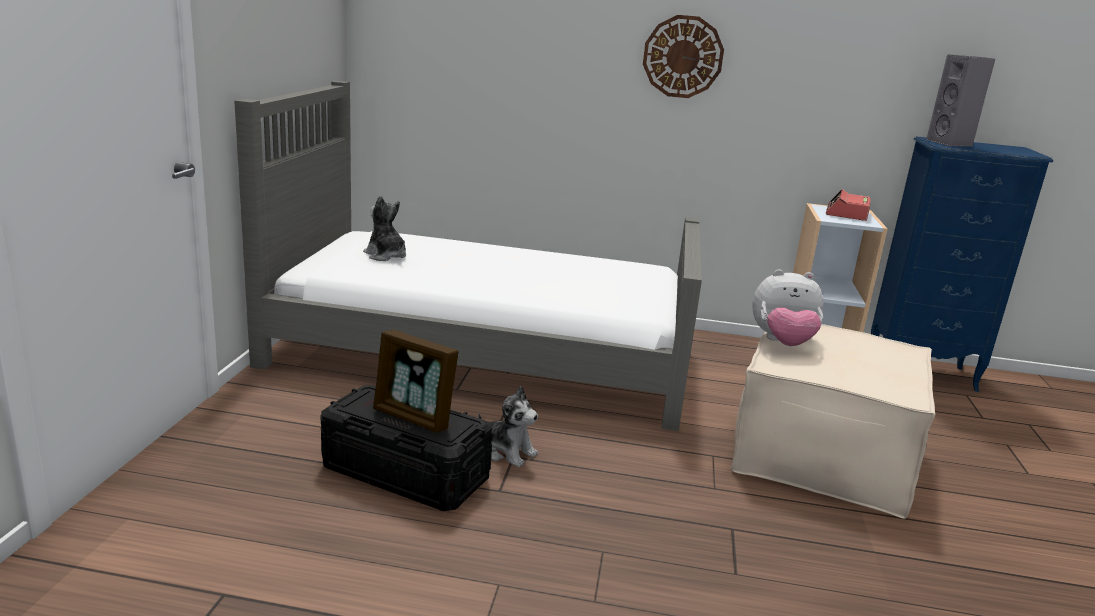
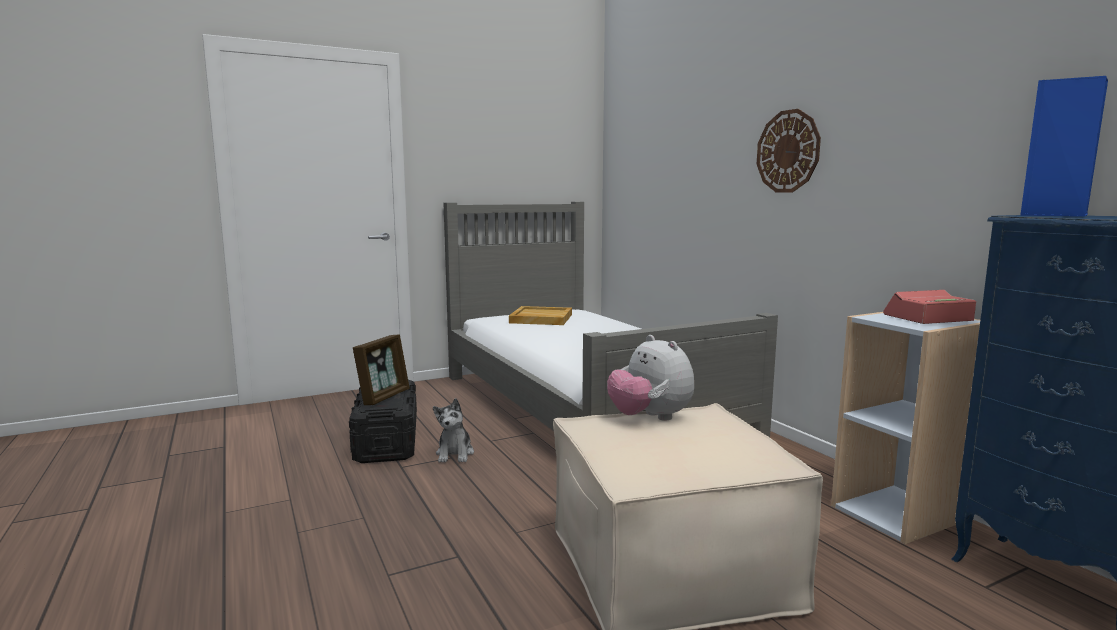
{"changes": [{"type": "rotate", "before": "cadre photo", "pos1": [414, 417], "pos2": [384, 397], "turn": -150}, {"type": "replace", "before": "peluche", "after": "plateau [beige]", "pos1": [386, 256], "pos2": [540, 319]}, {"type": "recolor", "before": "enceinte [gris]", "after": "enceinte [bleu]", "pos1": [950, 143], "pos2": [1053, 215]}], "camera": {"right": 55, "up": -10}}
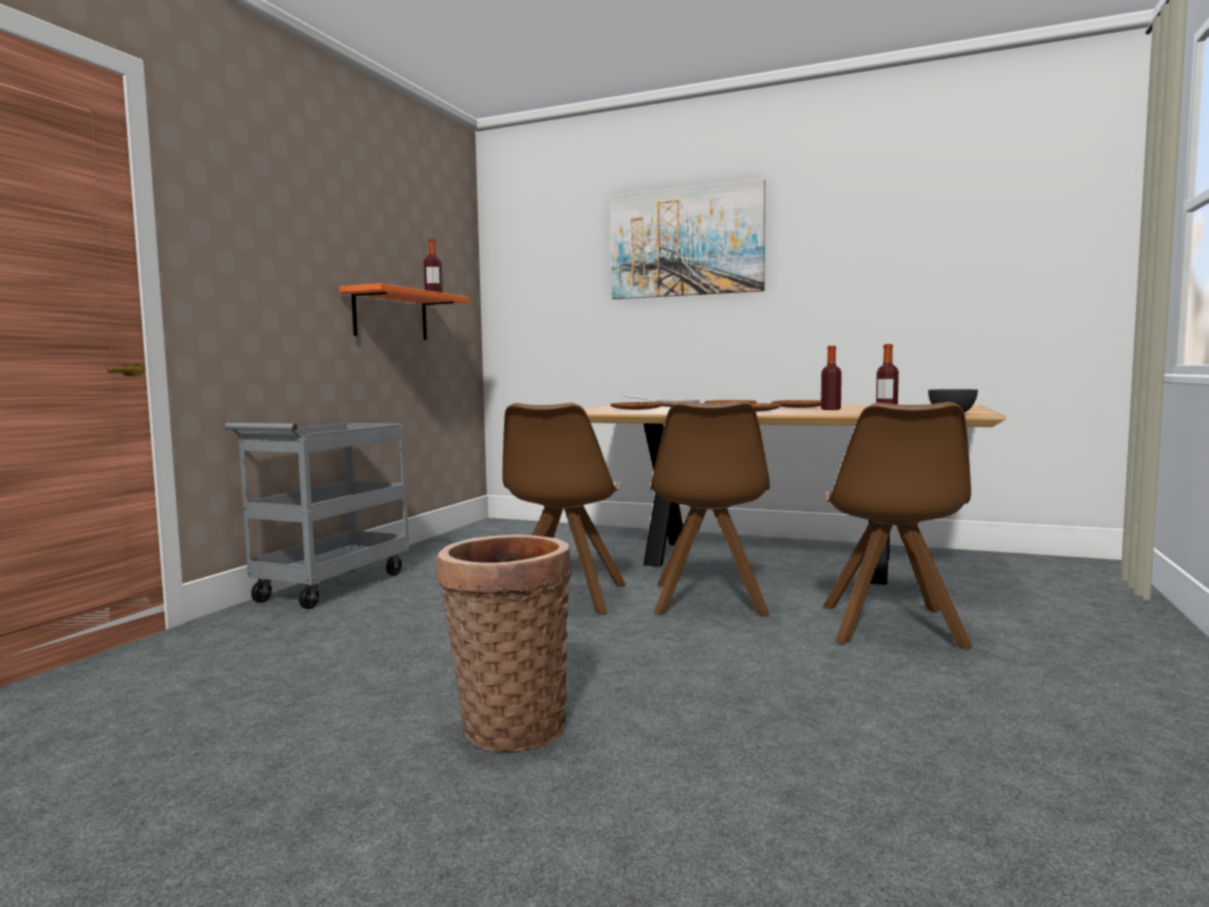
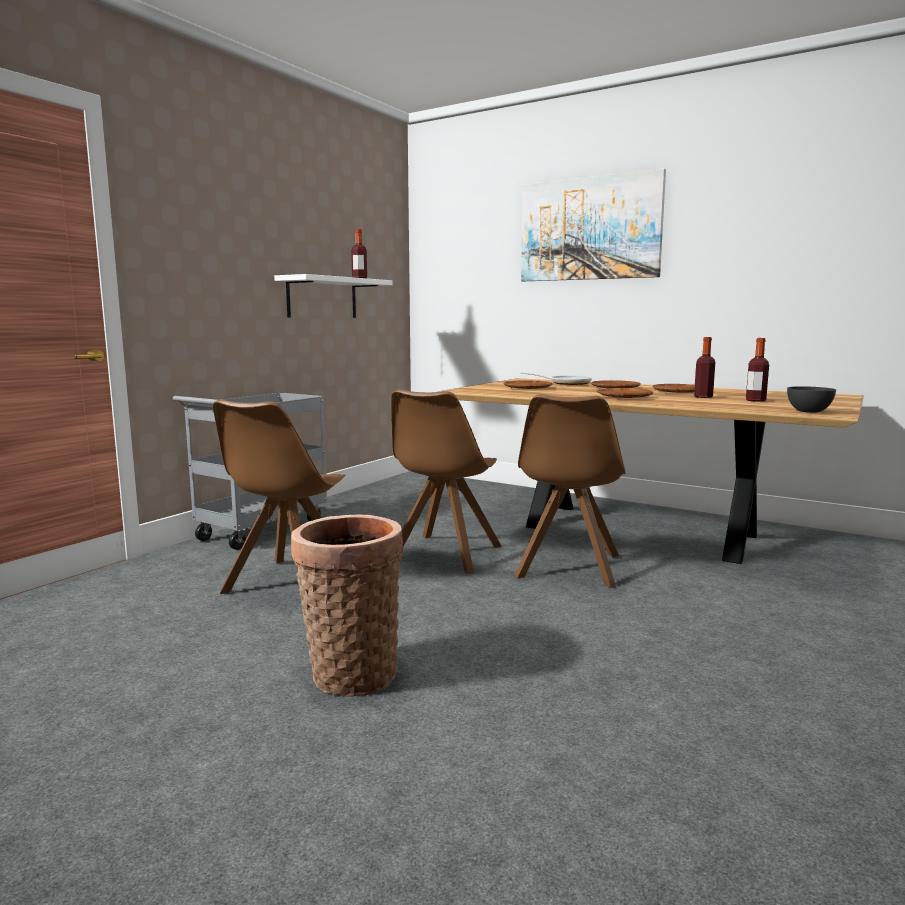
{"changes": [{"type": "move", "before": "chaise [marron]", "pos1": [891, 627], "pos2": [288, 583]}, {"type": "recolor", "before": "étagère [orange]", "after": "étagère [blanc]", "pos1": [391, 315], "pos2": [322, 298]}], "camera": {"right": 10, "up": 5}}
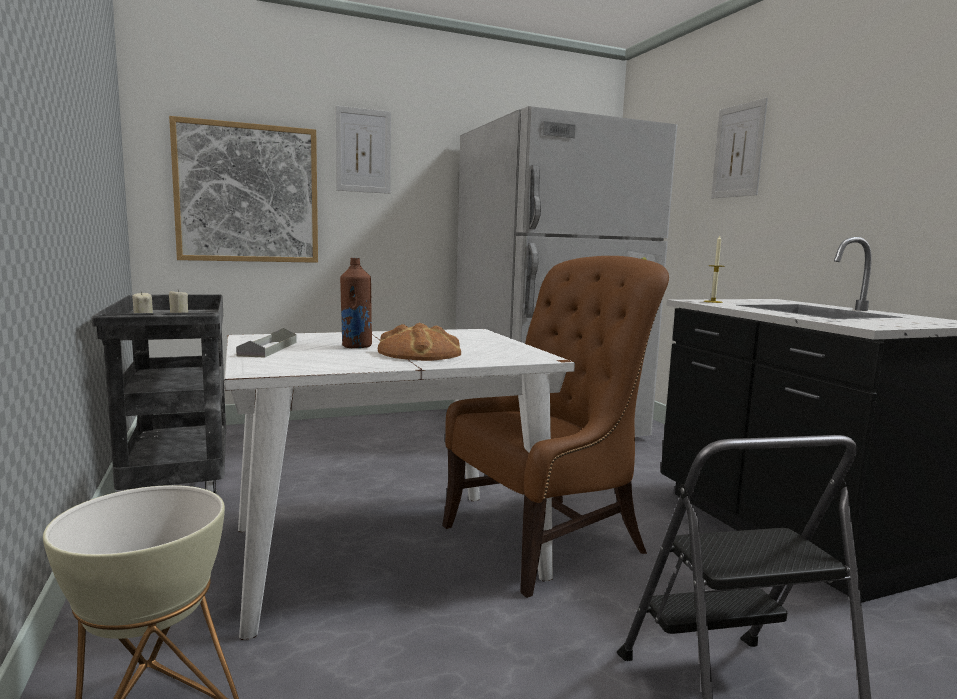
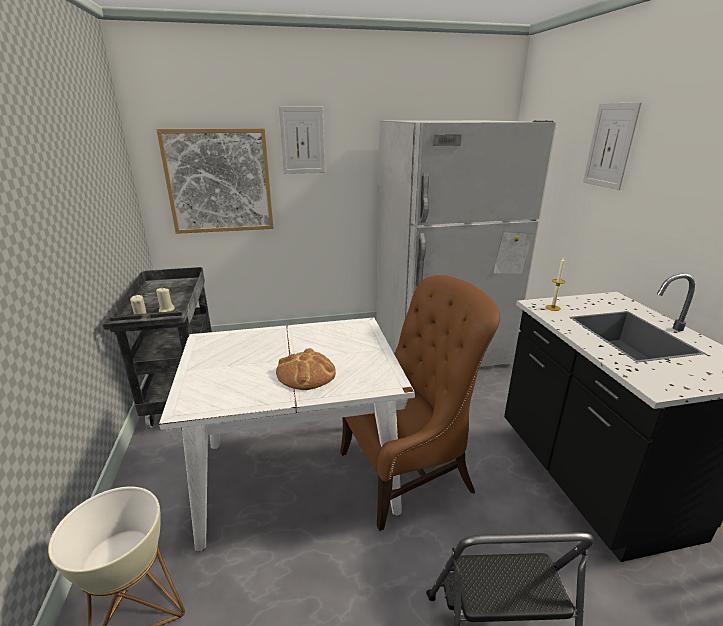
{"changes": [{"type": "delete", "before": "plateau [gris]", "pos1": [268, 349]}, {"type": "delete", "before": "bouteille [marron]", "pos1": [356, 346]}], "camera": {"right": 10, "up": 15}}
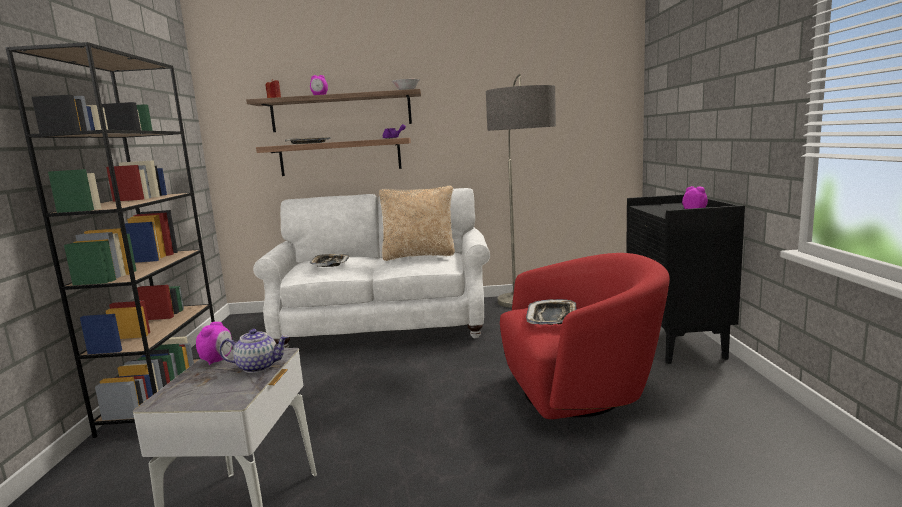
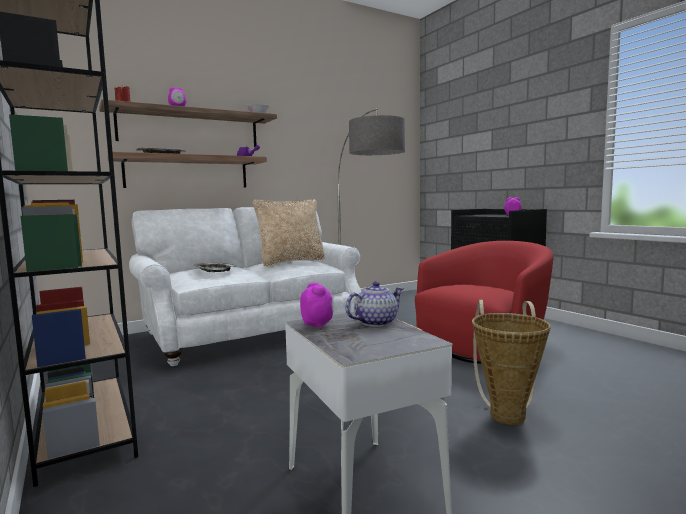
{"changes": [{"type": "insert", "after": "panier", "pos2": [507, 413]}, {"type": "delete", "before": "plateau", "pos1": [552, 317]}], "camera": {"right": -30, "up": -5}}
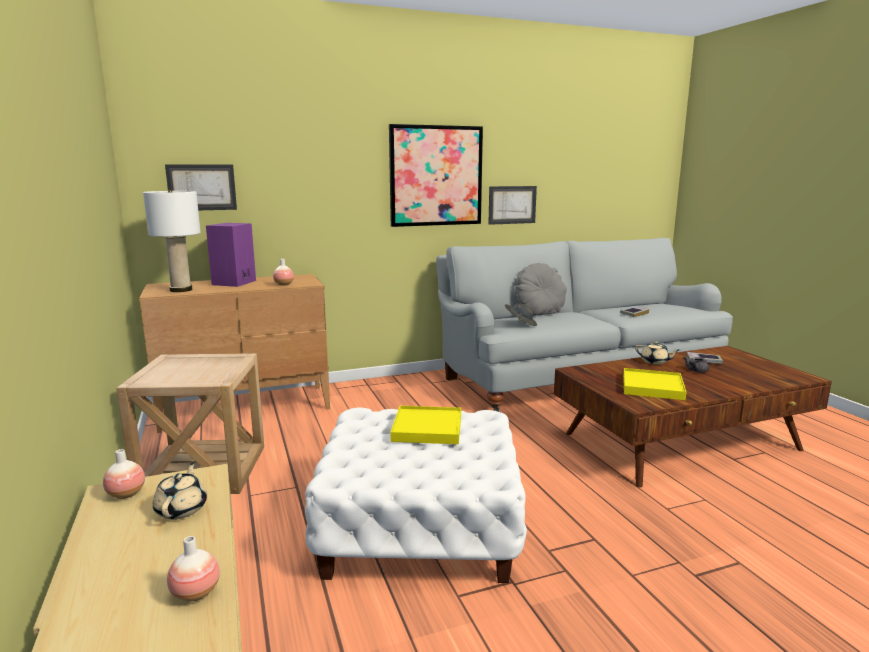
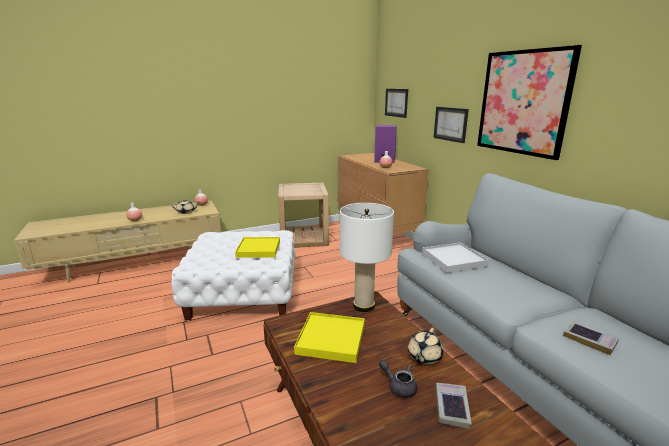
{"changes": [{"type": "move", "before": "lampe de table [blanc]", "pos1": [180, 290], "pos2": [363, 305]}, {"type": "replace", "before": "chapeau [gris]", "after": "plateau [blanc]", "pos1": [520, 324], "pos2": [454, 260]}, {"type": "move", "before": "tableau", "pos1": [512, 205], "pos2": [450, 124]}, {"type": "delete", "before": "coussin [gris]", "pos1": [539, 314]}], "camera": {"right": 85, "up": 5}}
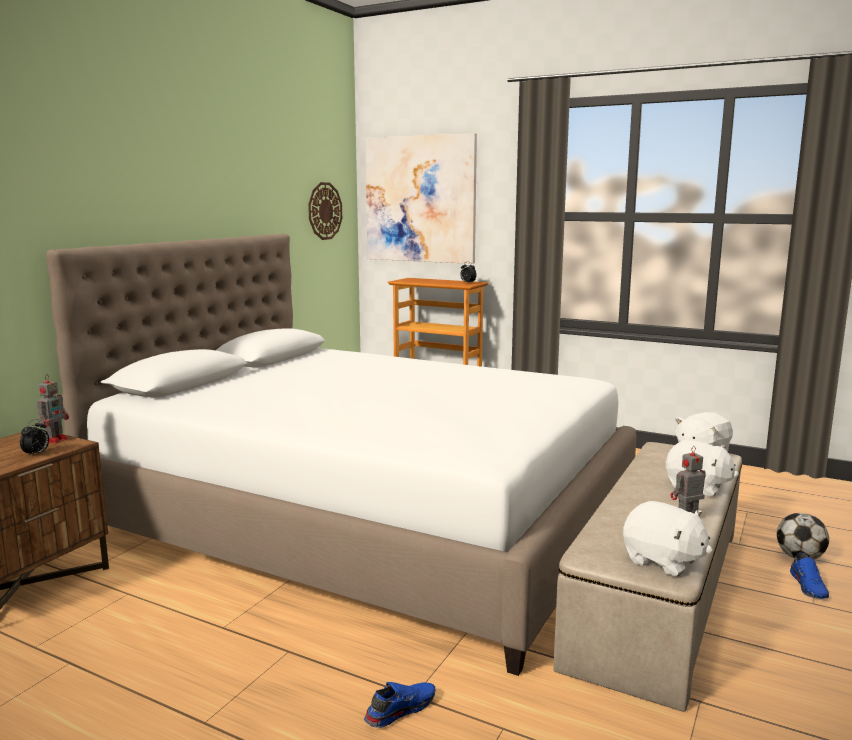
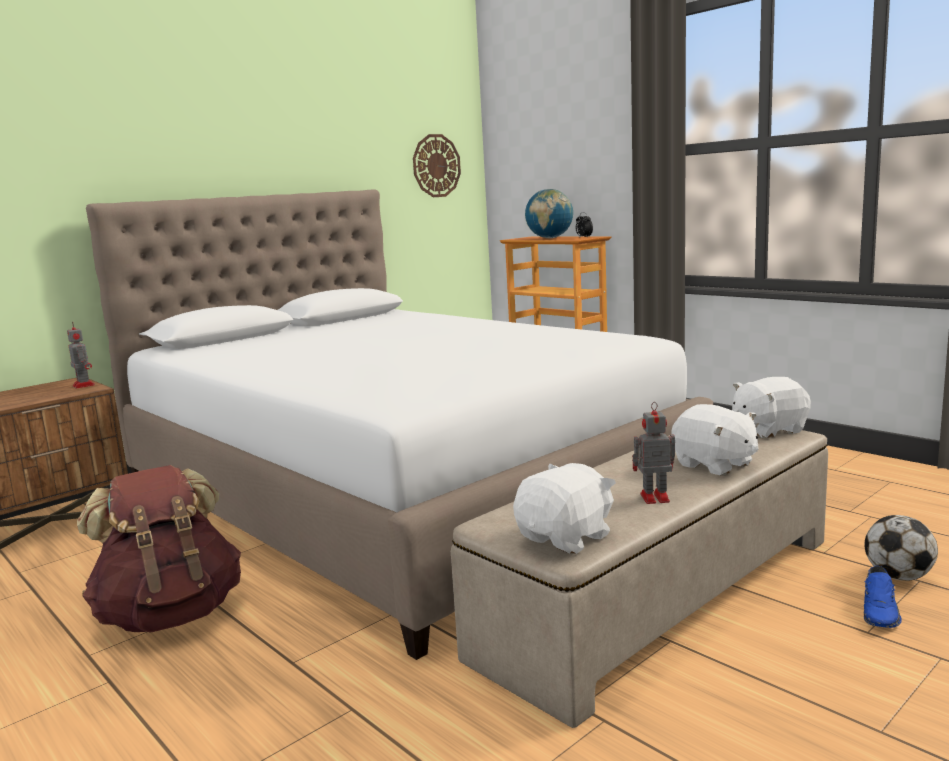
{"changes": [{"type": "rotate", "before": "robot jouet", "pos1": [55, 439], "pos2": [83, 385], "turn": -75}, {"type": "insert", "after": "sac à dos [marron]", "pos2": [171, 614]}, {"type": "rotate", "before": "peluche [blanc]", "pos1": [663, 561], "pos2": [566, 538], "turn": -105}, {"type": "insert", "after": "globe", "pos2": [550, 238]}, {"type": "delete", "before": "réveil", "pos1": [36, 454]}, {"type": "delete", "before": "chaussure [bleu]", "pos1": [400, 709]}, {"type": "delete", "before": "tableau", "pos1": [420, 199]}], "camera": {"right": 20, "up": 0}}
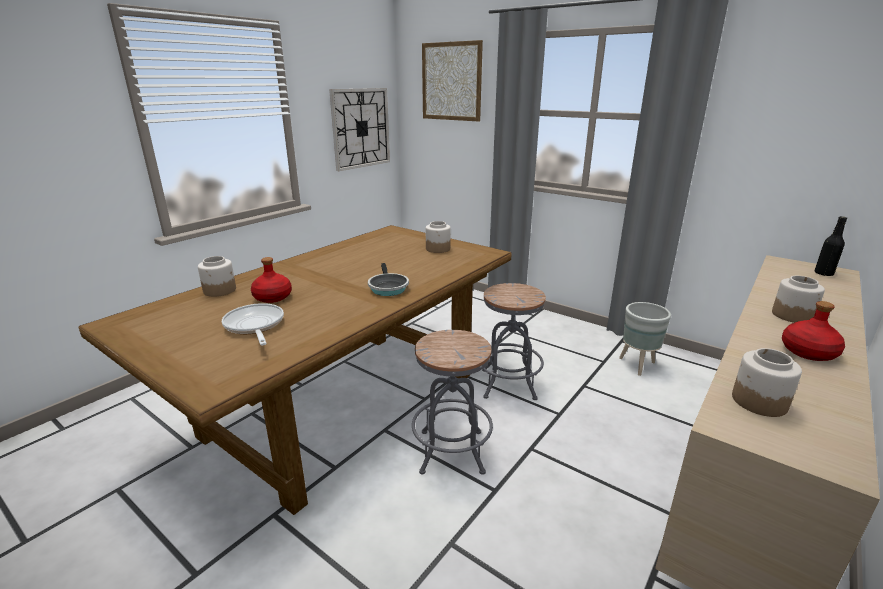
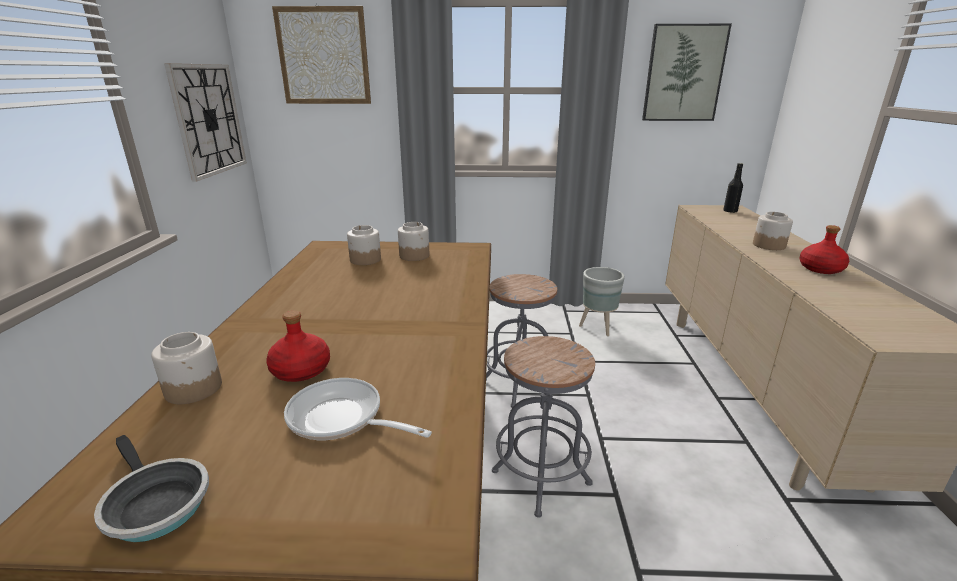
{"changes": [{"type": "move", "before": "poêle", "pos1": [387, 287], "pos2": [155, 504]}, {"type": "move", "before": "bocal", "pos1": [758, 401], "pos2": [365, 260]}, {"type": "insert", "after": "tableau", "pos2": [683, 73]}], "camera": {"right": -35, "up": 0}}
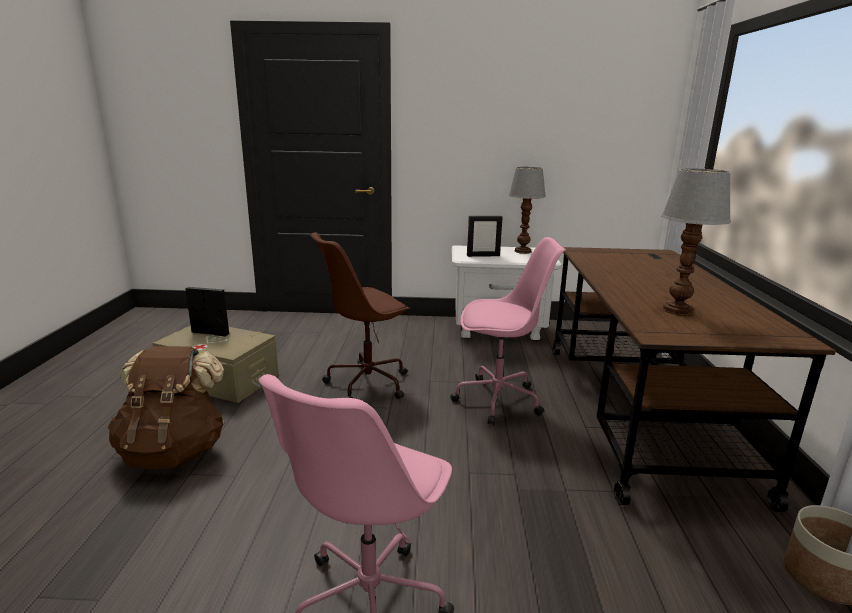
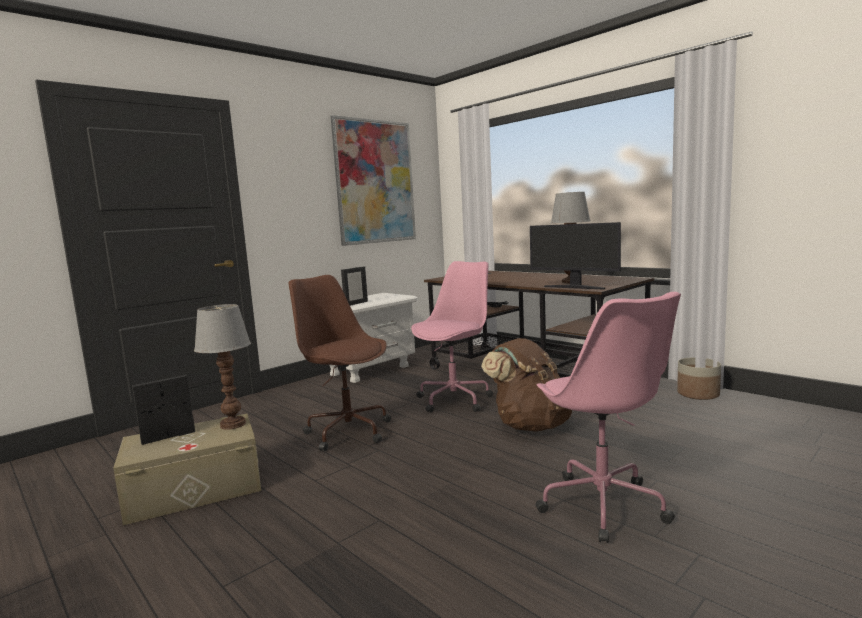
{"changes": [{"type": "move", "before": "lampe de table", "pos1": [522, 251], "pos2": [232, 425]}, {"type": "rotate", "before": "chaise de bureau [marron]", "pos1": [365, 384], "pos2": [347, 431], "turn": 120}, {"type": "insert", "after": "tableau", "pos2": [375, 182]}, {"type": "move", "before": "sac à dos [marron]", "pos1": [174, 451], "pos2": [530, 425]}, {"type": "insert", "after": "écran d'ordinateur", "pos2": [574, 287]}], "camera": {"right": -45, "up": -10}}
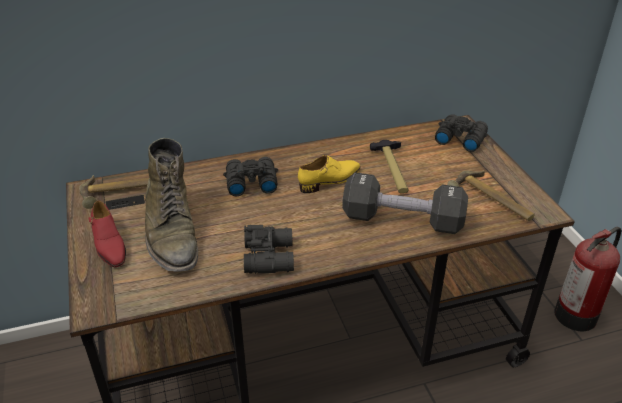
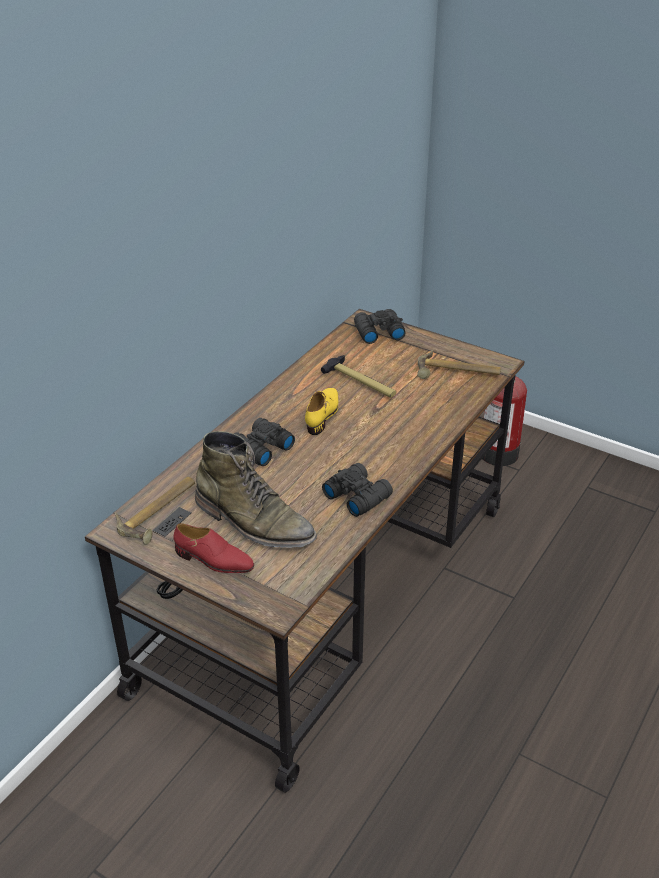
{"changes": [{"type": "delete", "before": "haltère [noir]", "pos1": [402, 220]}], "camera": {"right": -40, "up": 0}}
